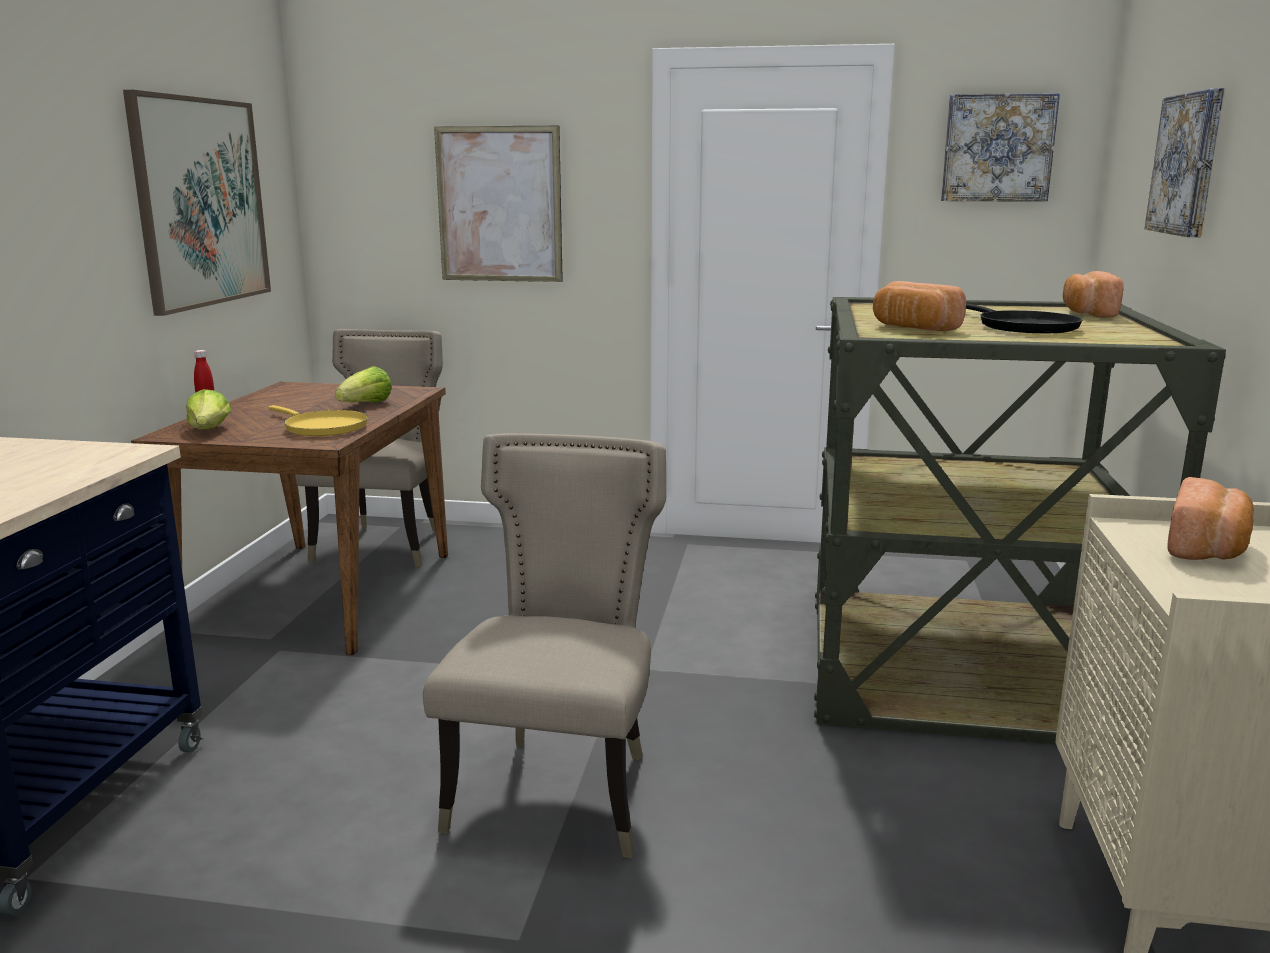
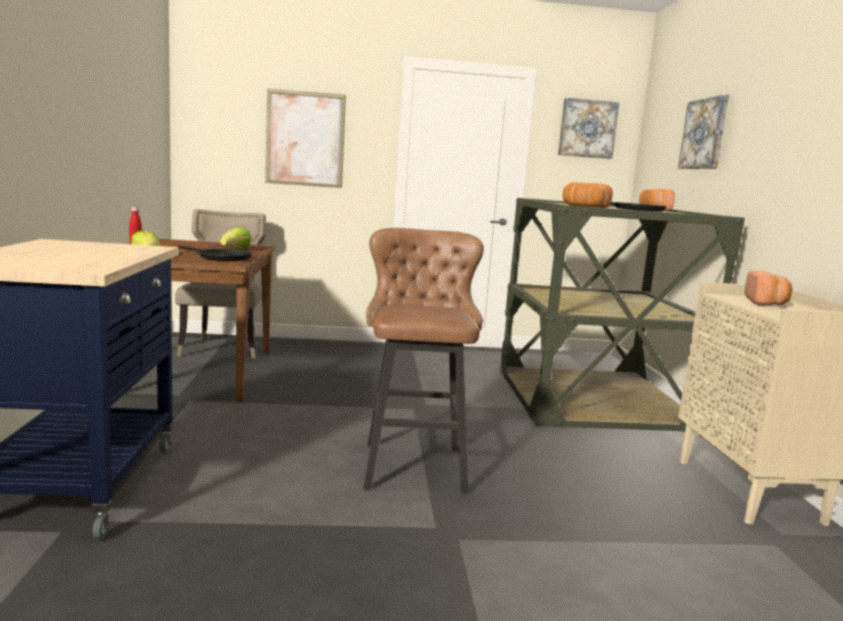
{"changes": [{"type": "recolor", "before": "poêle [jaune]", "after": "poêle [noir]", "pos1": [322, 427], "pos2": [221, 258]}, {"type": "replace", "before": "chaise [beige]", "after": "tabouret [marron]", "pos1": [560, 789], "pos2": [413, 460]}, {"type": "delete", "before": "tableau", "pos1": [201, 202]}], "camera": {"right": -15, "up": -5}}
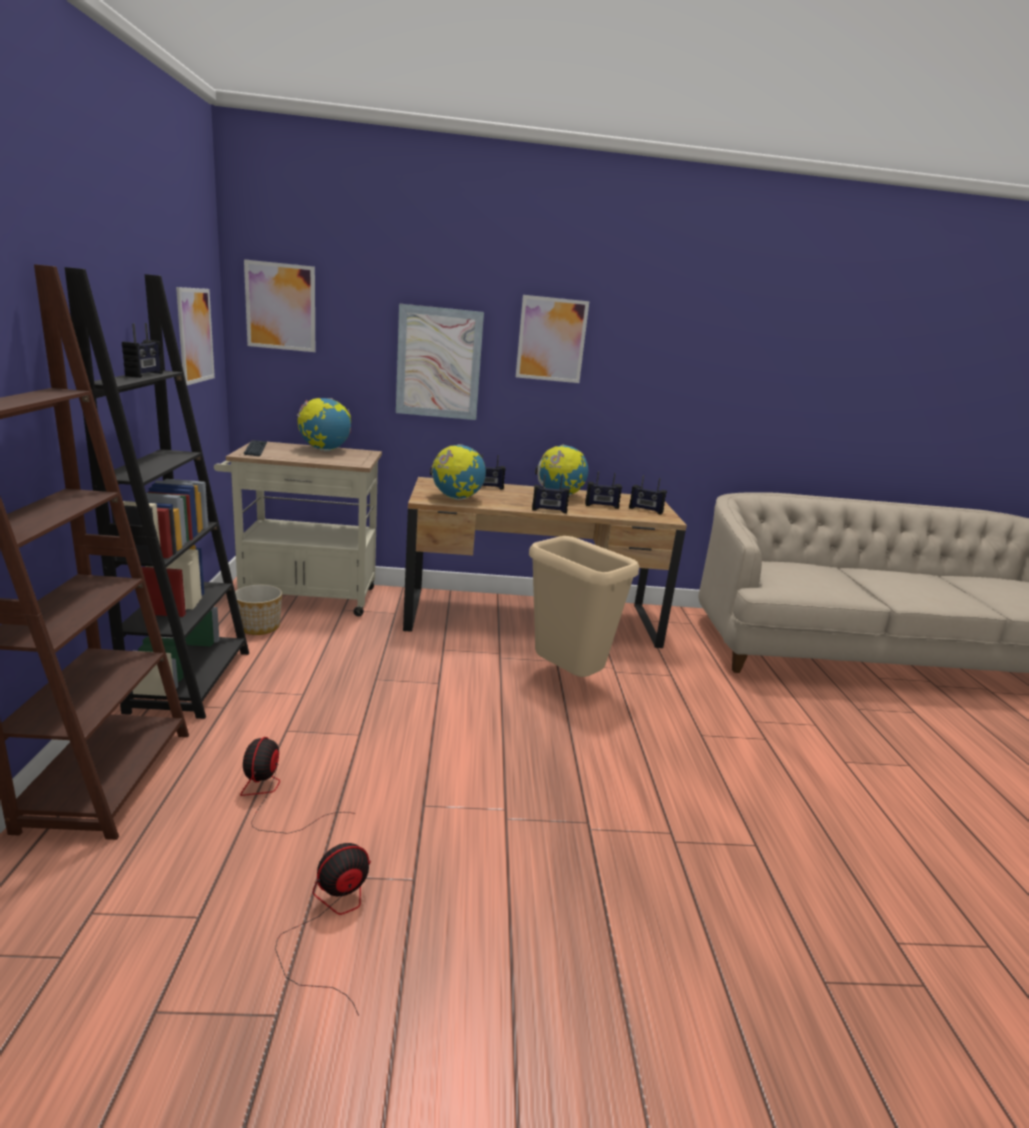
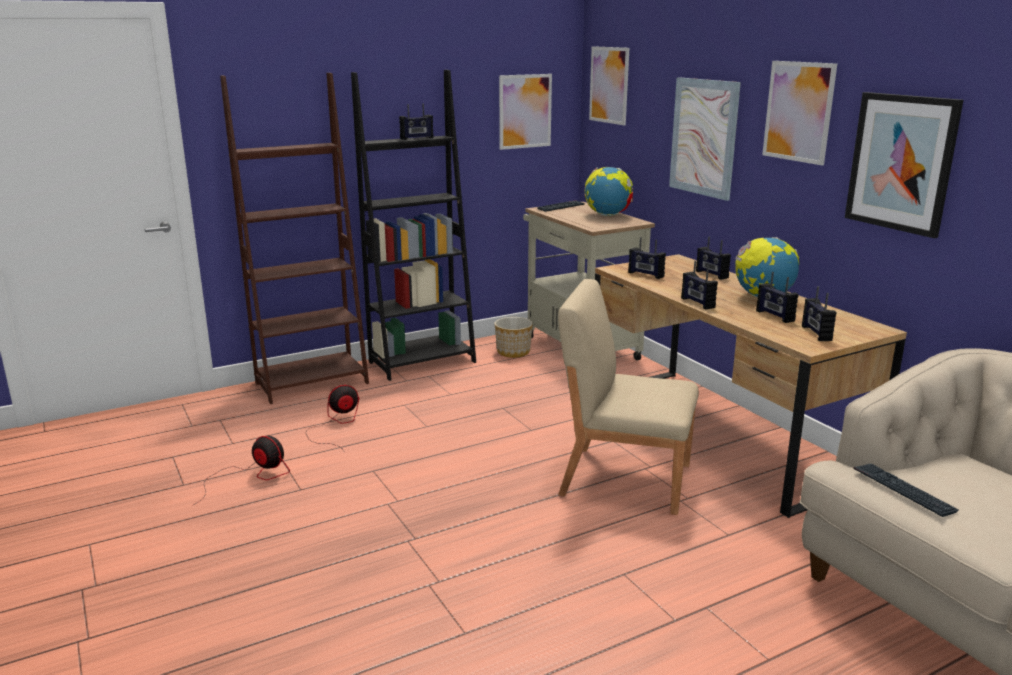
{"changes": [{"type": "replace", "before": "poubelle [beige]", "after": "chaise [beige]", "pos1": [565, 678], "pos2": [623, 478]}, {"type": "replace", "before": "globe", "after": "radio", "pos1": [456, 498], "pos2": [645, 274]}, {"type": "insert", "after": "tableau", "pos2": [901, 163]}, {"type": "insert", "after": "clavier", "pos2": [903, 490]}], "camera": {"right": 65, "up": 0}}
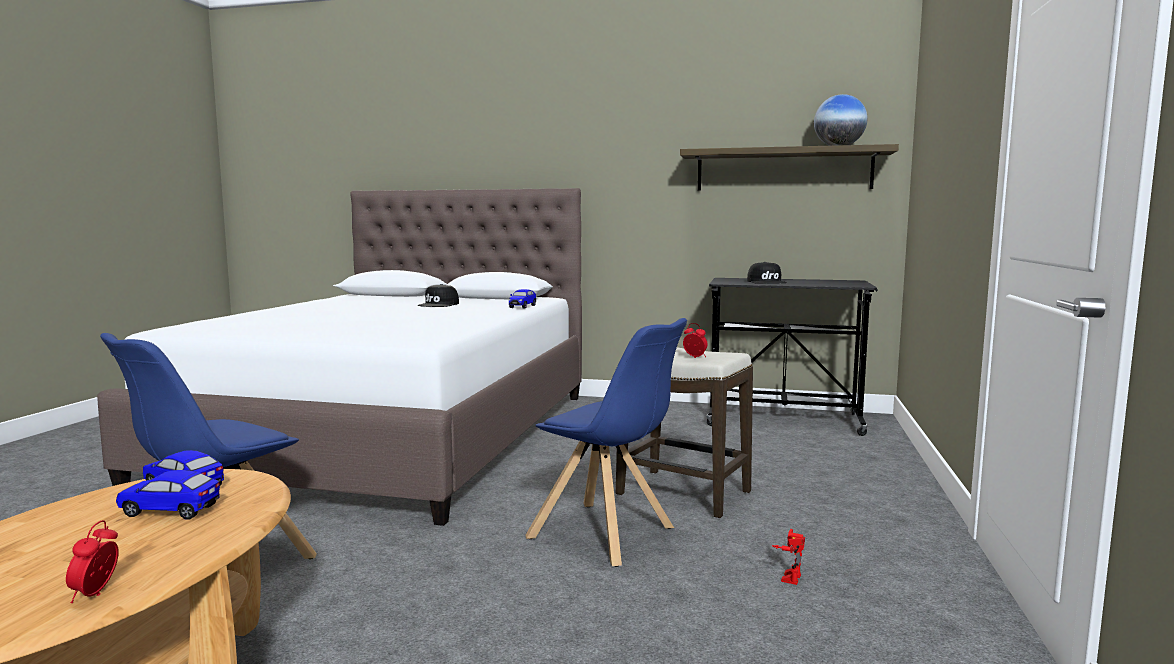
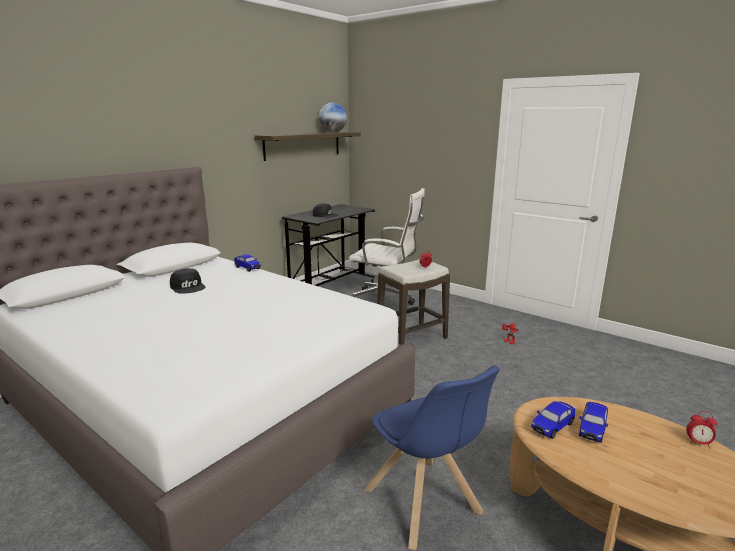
{"changes": [{"type": "insert", "after": "chaise de bureau [blanc]", "pos2": [385, 300]}, {"type": "delete", "before": "chaise [bleu]", "pos1": [607, 534]}], "camera": {"right": -65, "up": 10}}
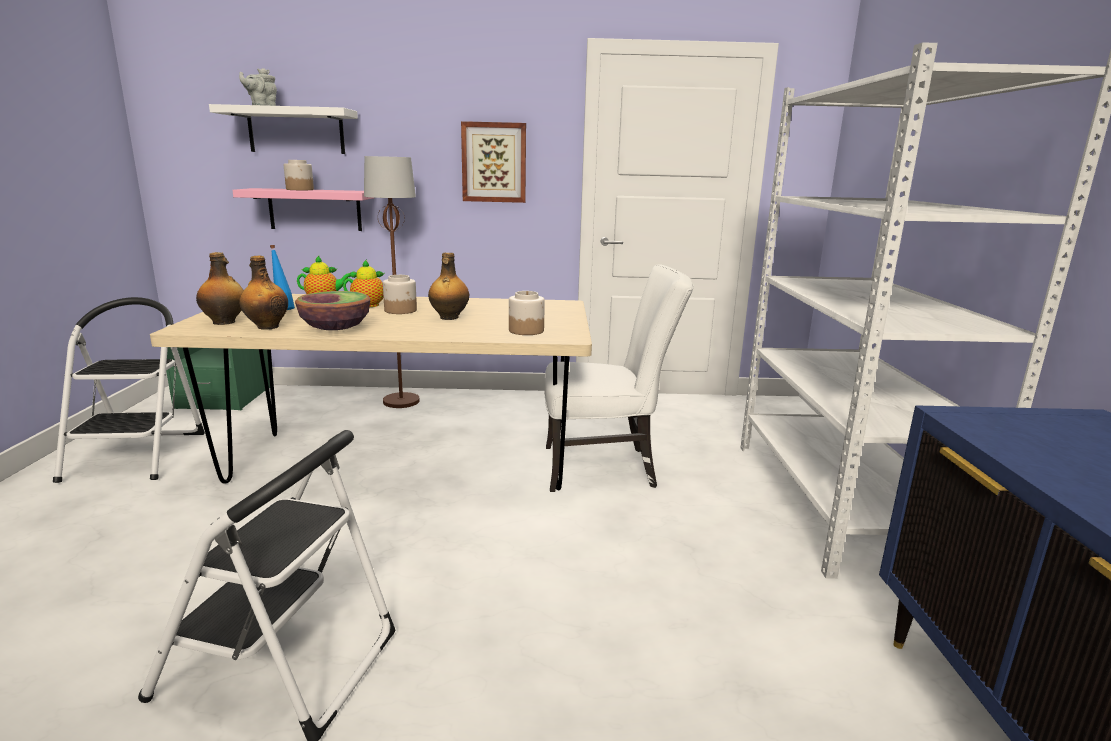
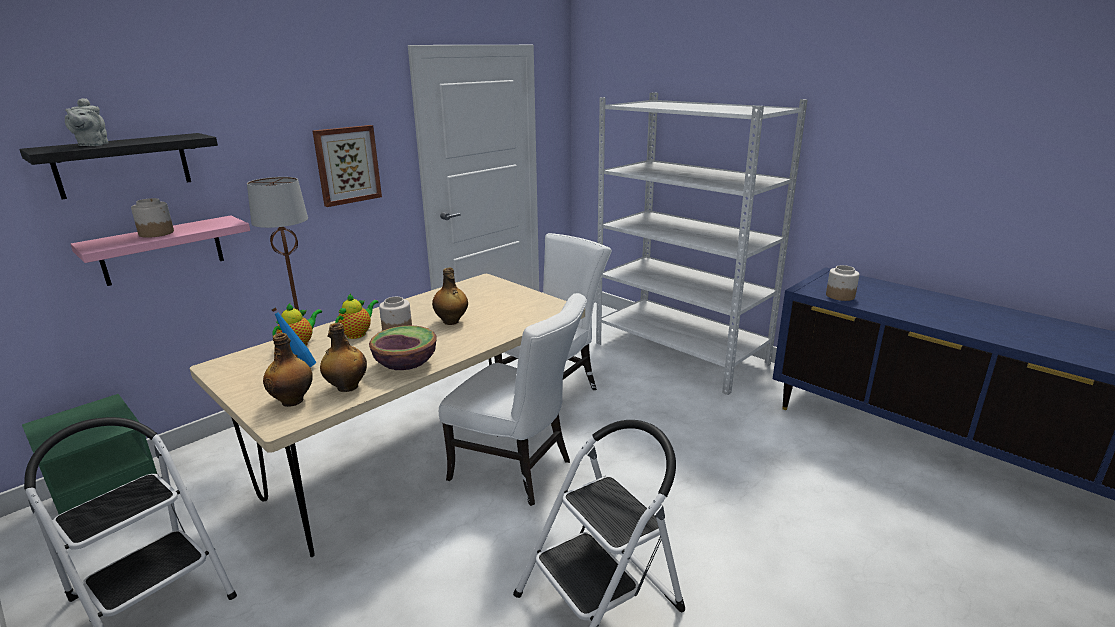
{"changes": [{"type": "recolor", "before": "étagère [blanc]", "after": "étagère [noir]", "pos1": [296, 131], "pos2": [123, 165]}, {"type": "insert", "after": "chaise [blanc]", "pos2": [518, 470]}, {"type": "move", "before": "bocal", "pos1": [526, 330], "pos2": [839, 296]}], "camera": {"right": -45, "up": 5}}
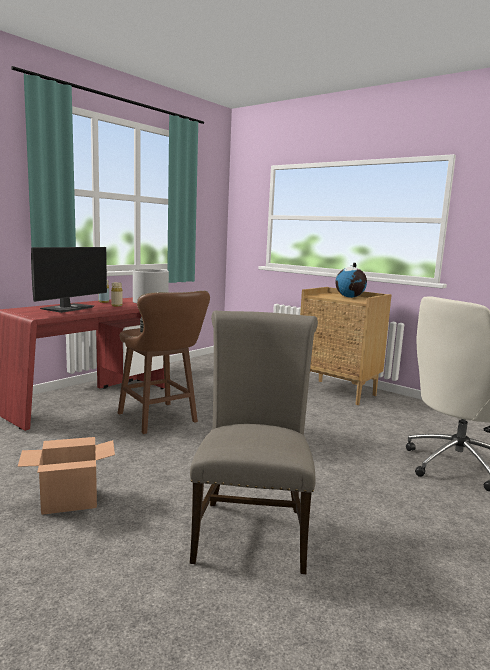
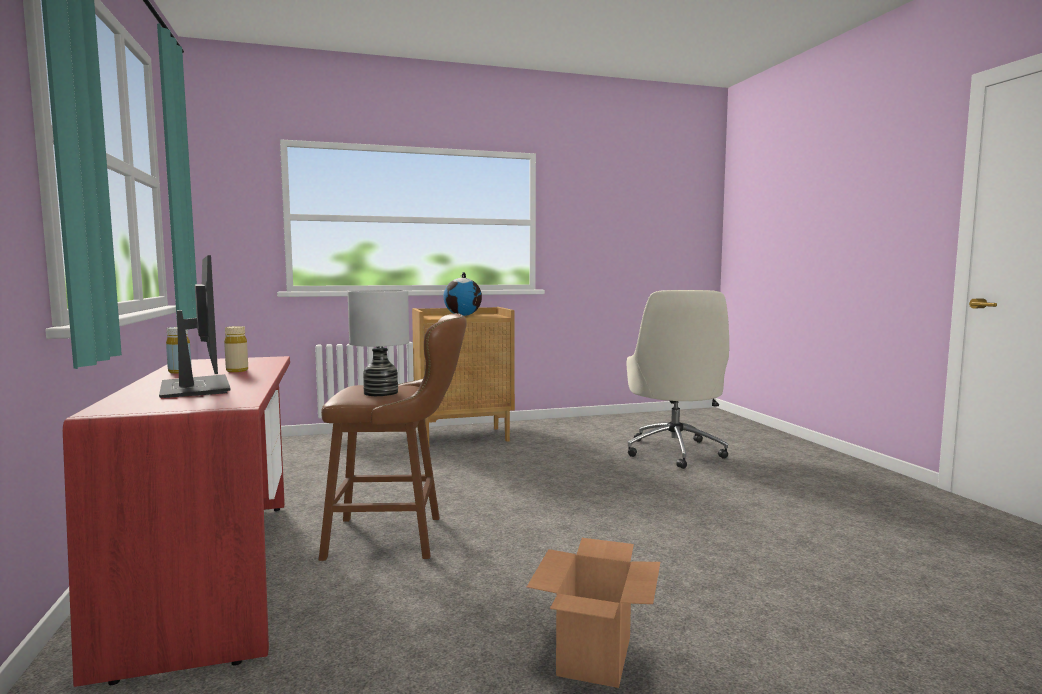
{"changes": [{"type": "delete", "before": "chaise [beige]", "pos1": [251, 529]}], "camera": {"right": -55, "up": -5}}
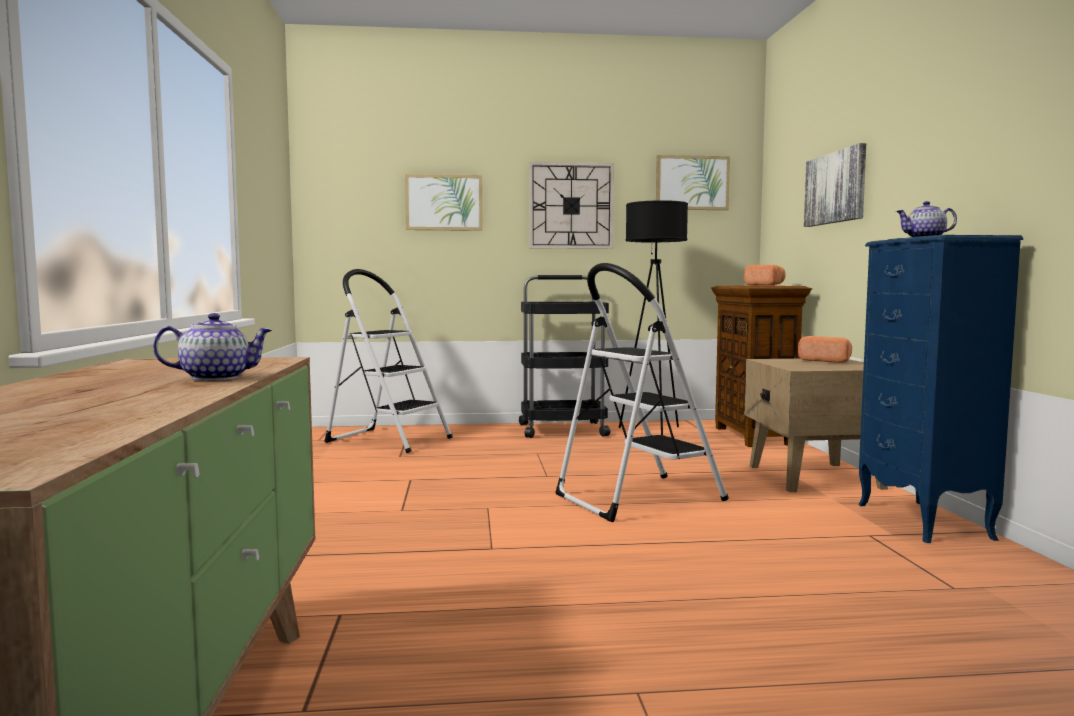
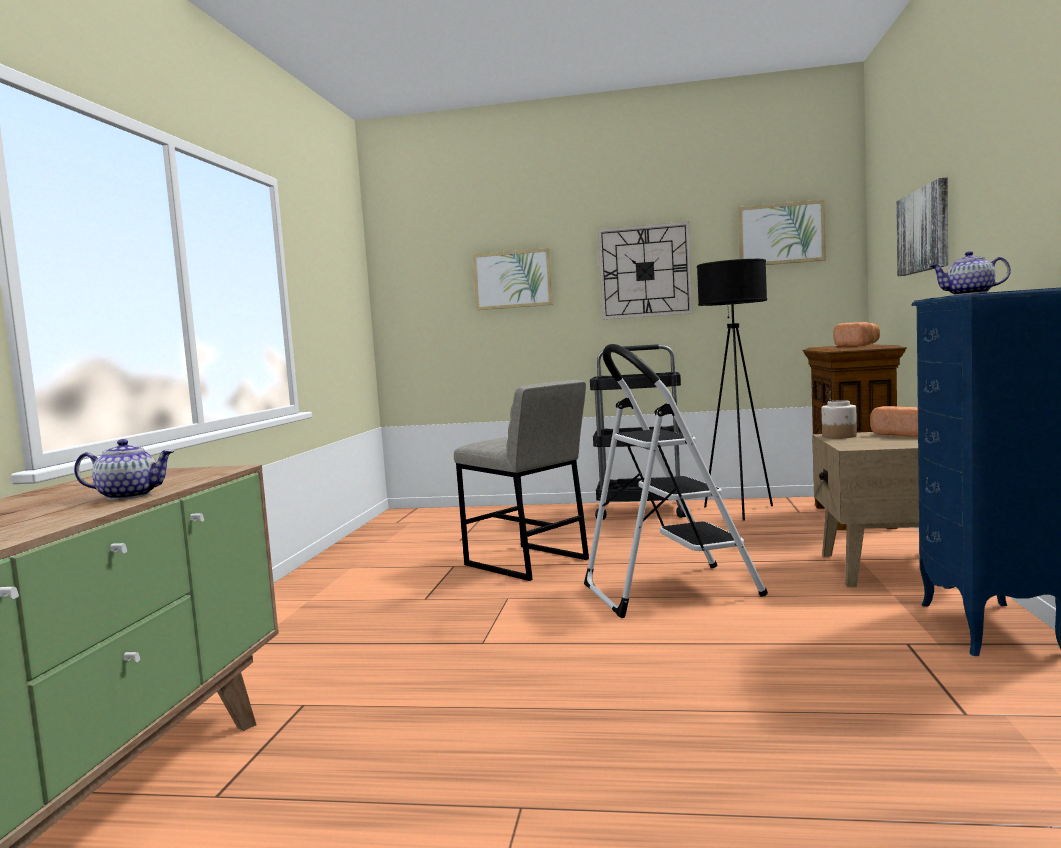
{"changes": [{"type": "insert", "after": "chaise [gris]", "pos2": [528, 562]}, {"type": "insert", "after": "bocal", "pos2": [839, 436]}, {"type": "delete", "before": "escabeau", "pos1": [387, 440]}], "camera": {"right": 15, "up": 0}}
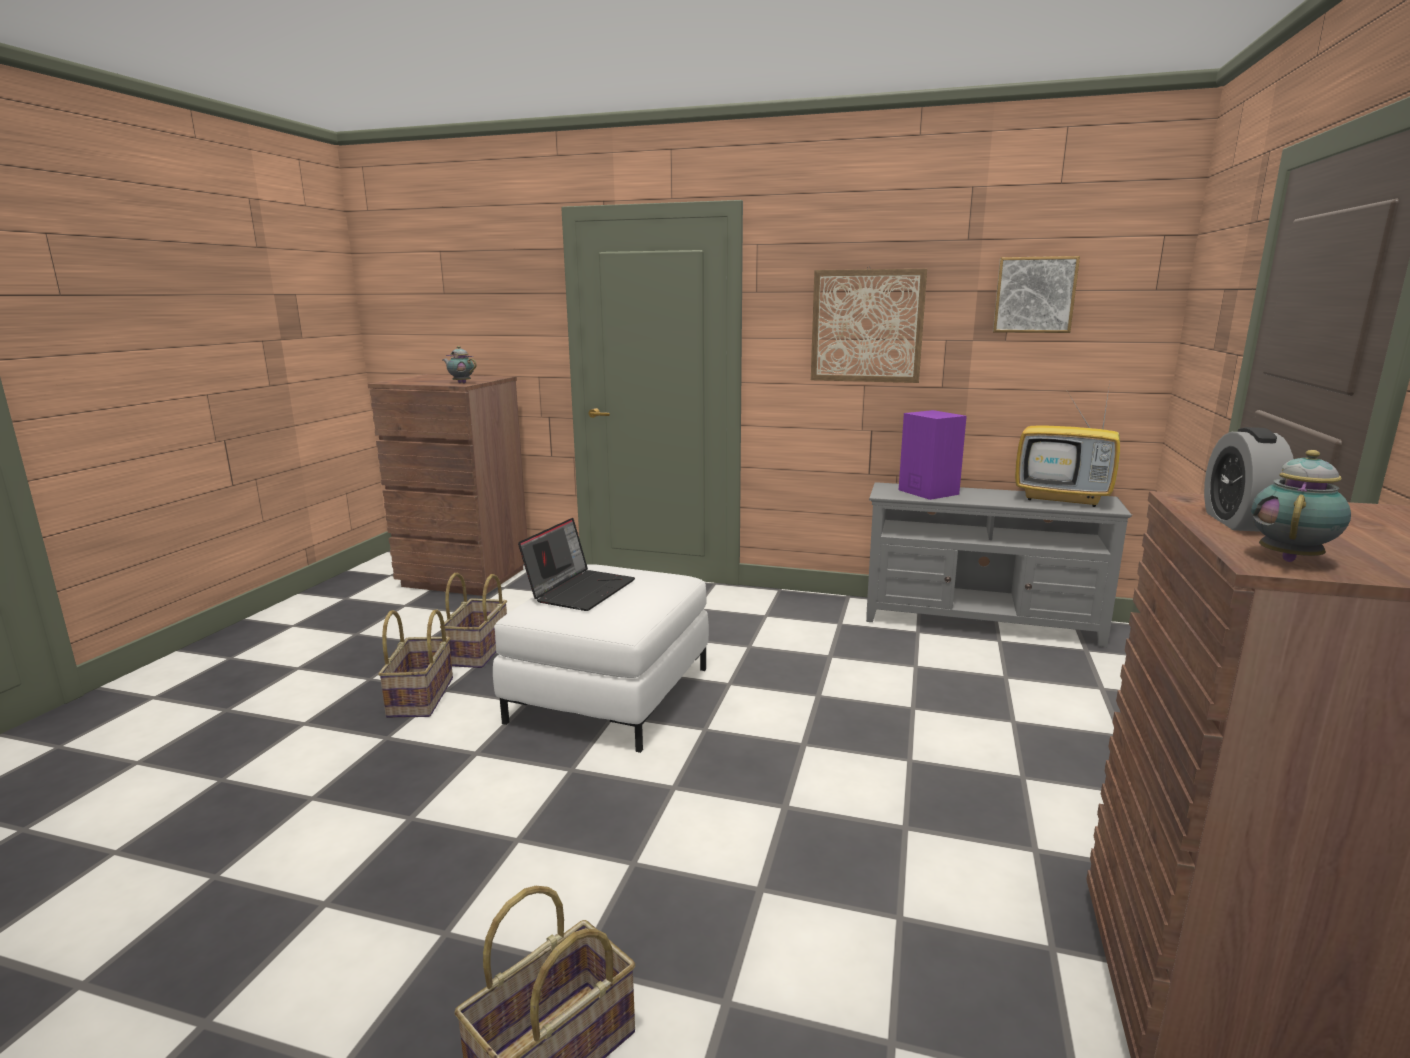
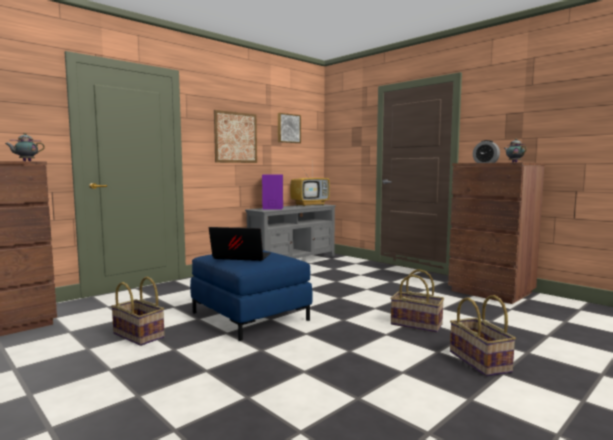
{"changes": [{"type": "recolor", "before": "pouf [blanc]", "after": "pouf [bleu]", "pos1": [610, 694], "pos2": [249, 316]}, {"type": "rotate", "before": "ordinateur portable", "pos1": [580, 590], "pos2": [240, 258], "turn": -45}, {"type": "move", "before": "panier", "pos1": [422, 697], "pos2": [416, 324]}], "camera": {"right": -60, "up": -10}}
